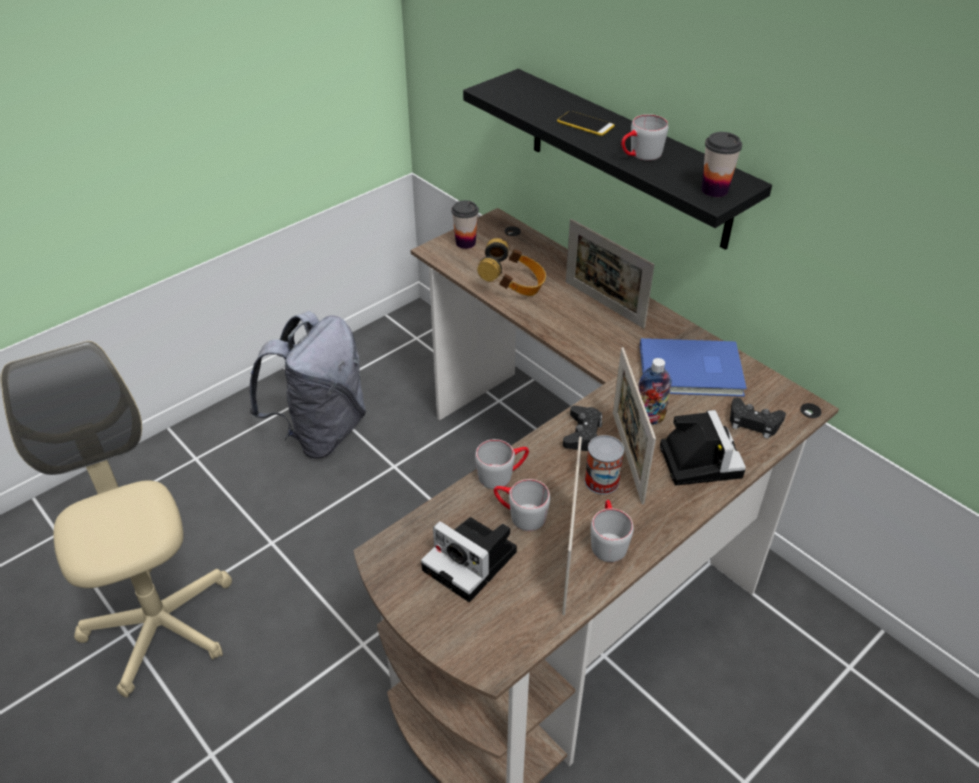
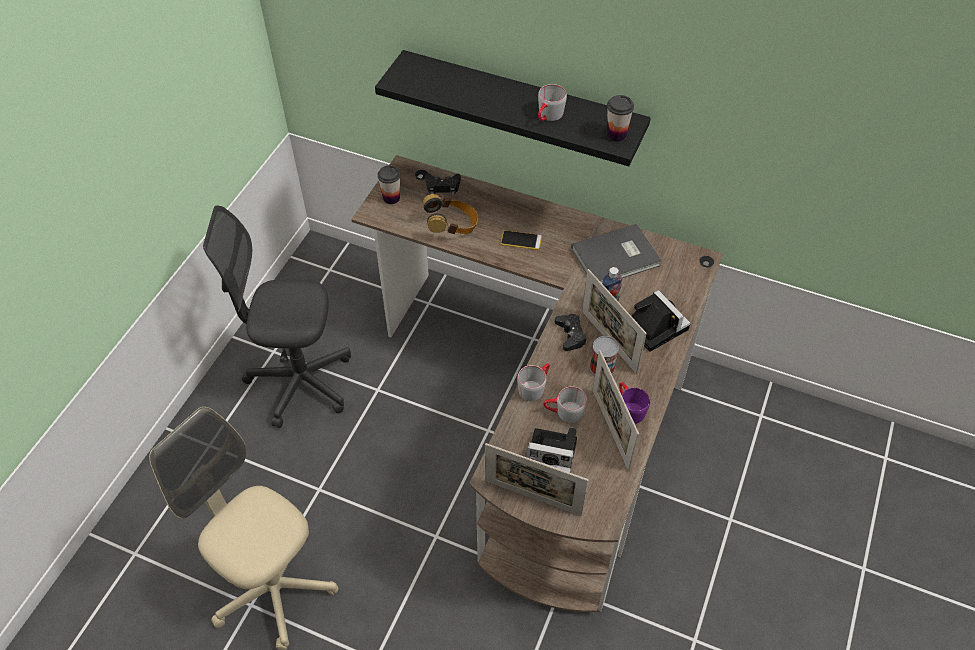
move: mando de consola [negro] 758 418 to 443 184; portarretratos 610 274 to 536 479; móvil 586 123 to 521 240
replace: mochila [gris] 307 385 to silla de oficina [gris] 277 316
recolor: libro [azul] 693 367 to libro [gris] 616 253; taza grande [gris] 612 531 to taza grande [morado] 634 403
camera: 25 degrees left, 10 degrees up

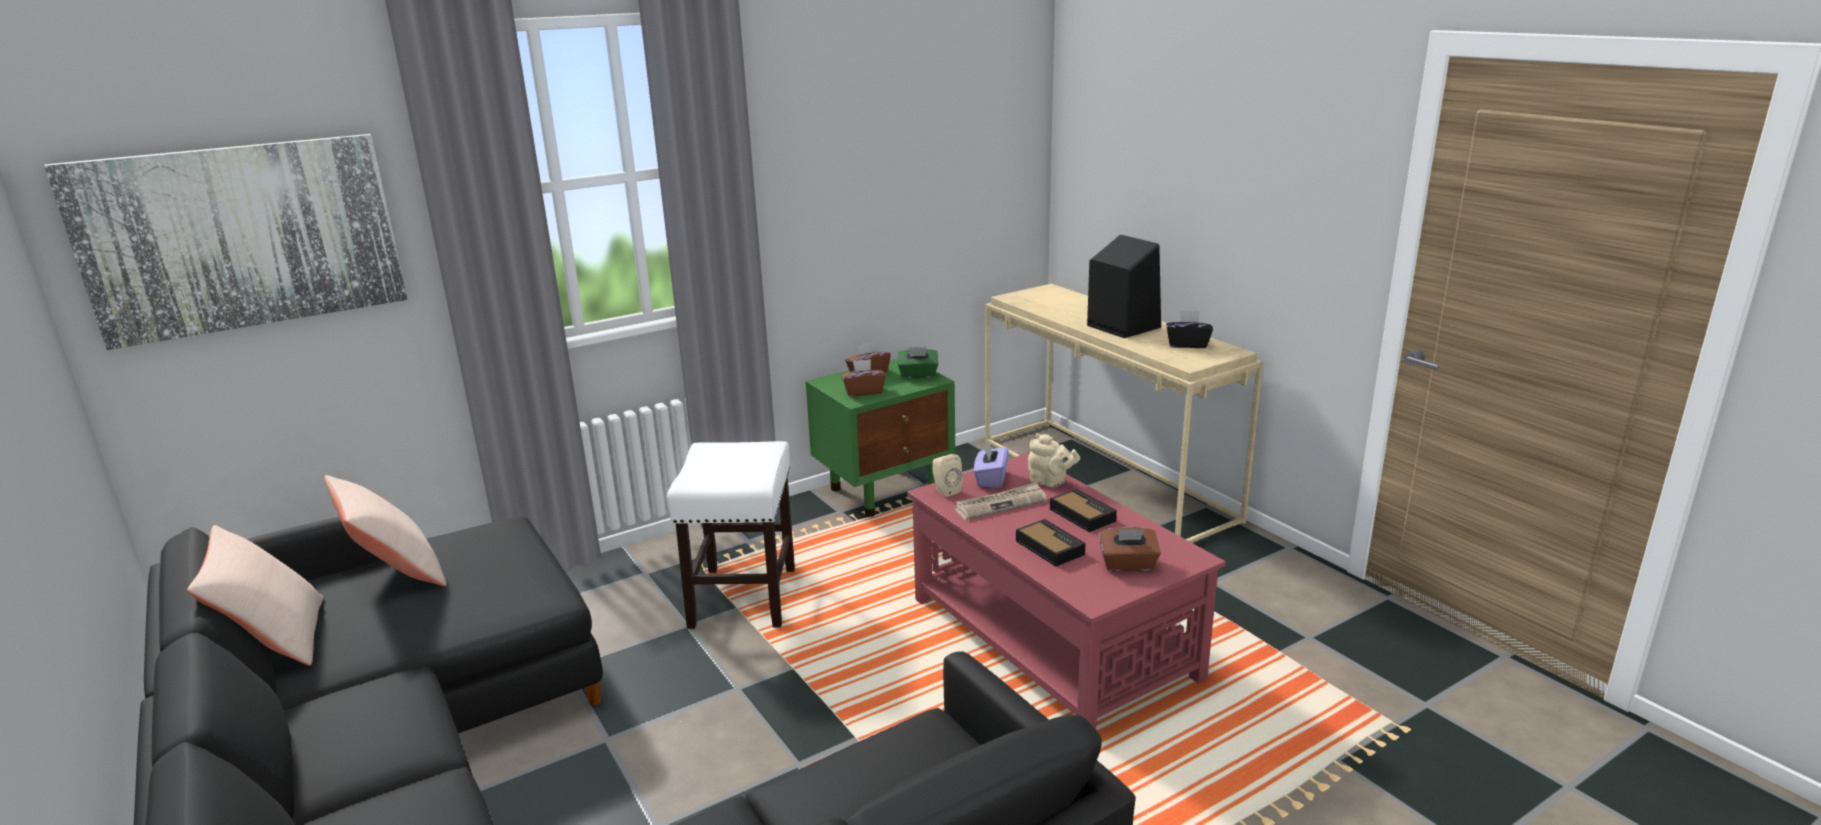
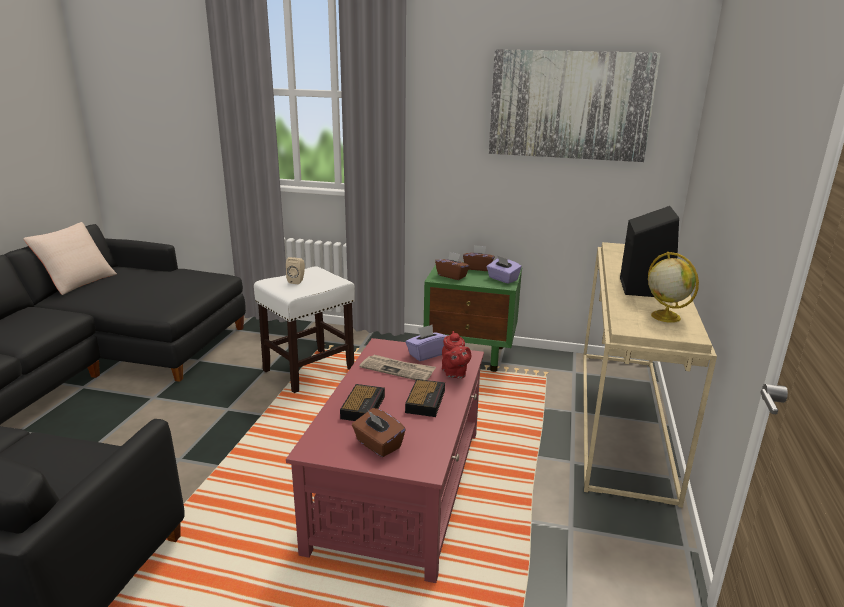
delete: cojín [beis] 385 530
move: altavoz [beis] 947 475 to 295 270; cuadro 226 242 to 575 105
replace: caja de pañuelos [negro] 1189 329 to globo terráqueo 673 287
recolor: tetera [beis] 1054 460 to tetera [rojo] 456 354; caja de pañuelos [verde] 917 363 to caja de pañuelos [morado] 504 270
camera: 45 degrees right, 0 degrees up

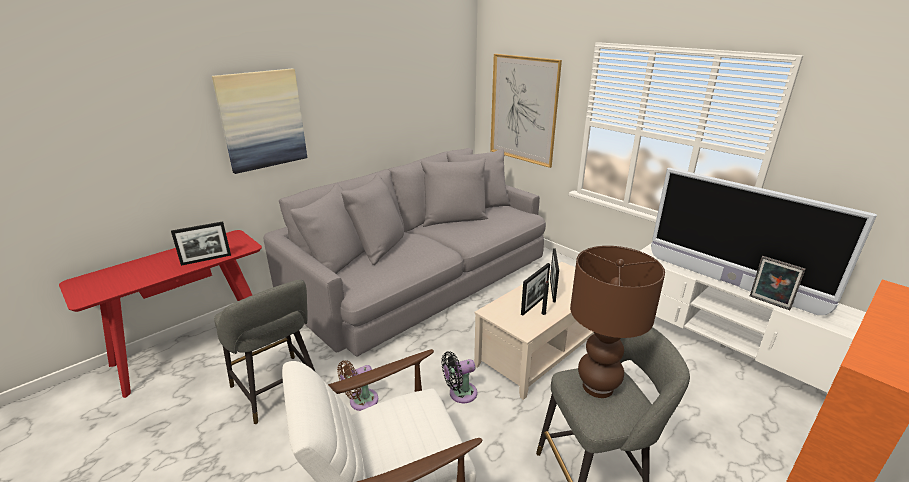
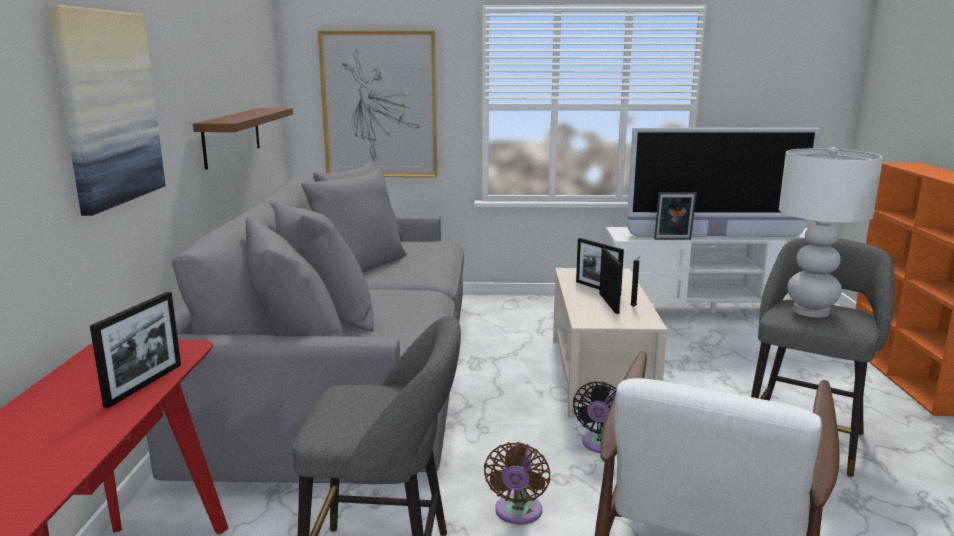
insert: estante [marrón] 243 139
move: portarretratos 777 283 to 675 216
recolor: lámpara de mesa [marrón] 617 322 to lámpara de mesa [blanco] 831 232
camera: 45 degrees left, 10 degrees down

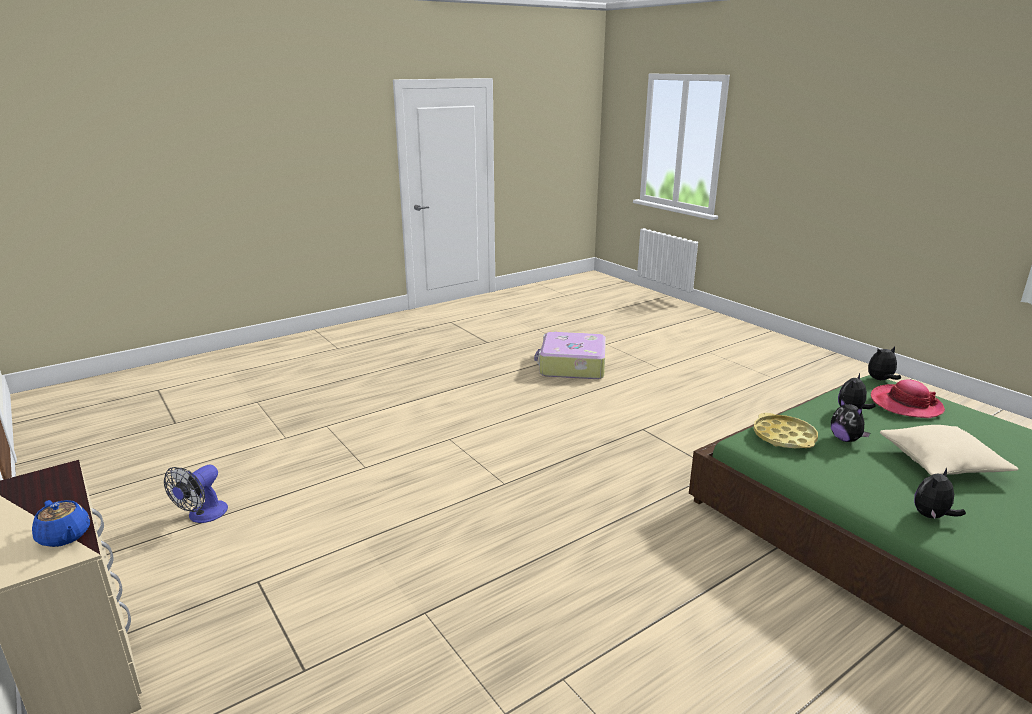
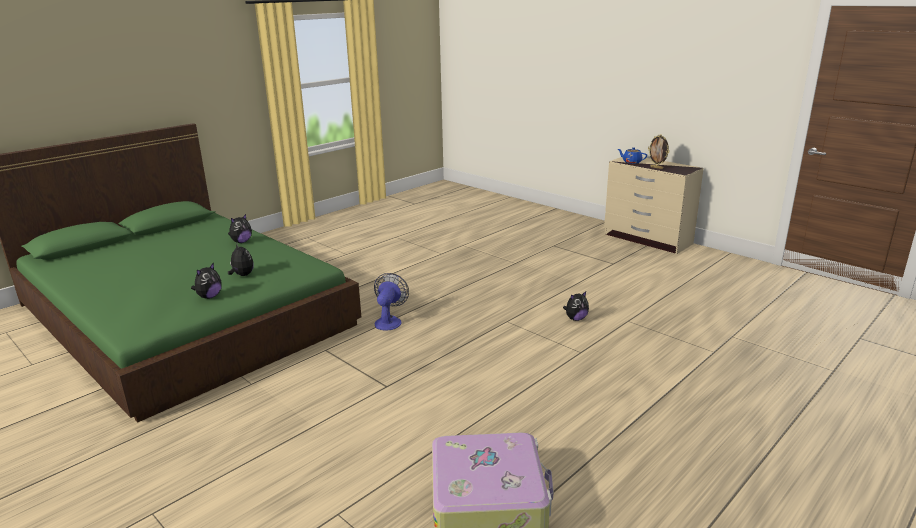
delete: bandeja [amarillo] 785 430; sombrero 908 399; cojín [beis] 949 450
insert: portarretratos 659 151
move: ventilador 196 494 to 391 302; peluche 884 363 to 576 306
camera: 170 degrees right, 0 degrees up

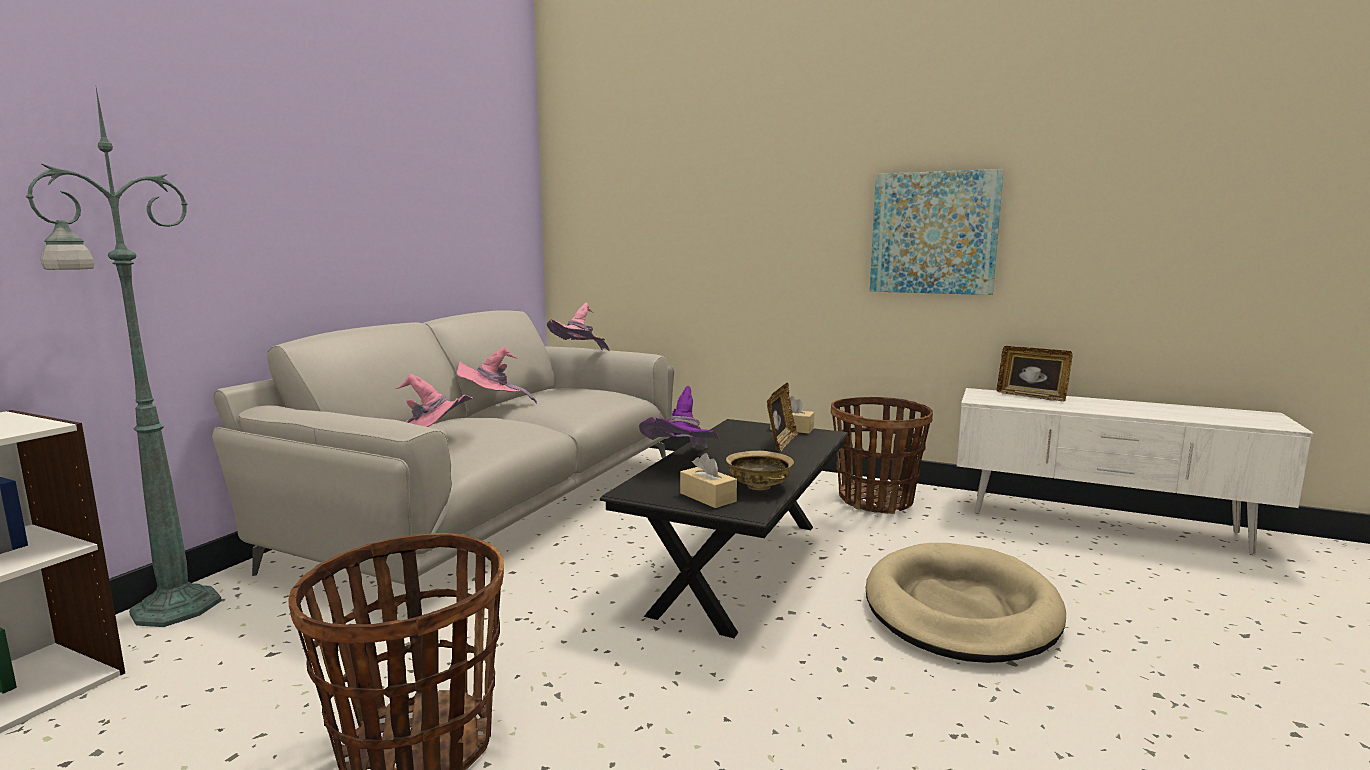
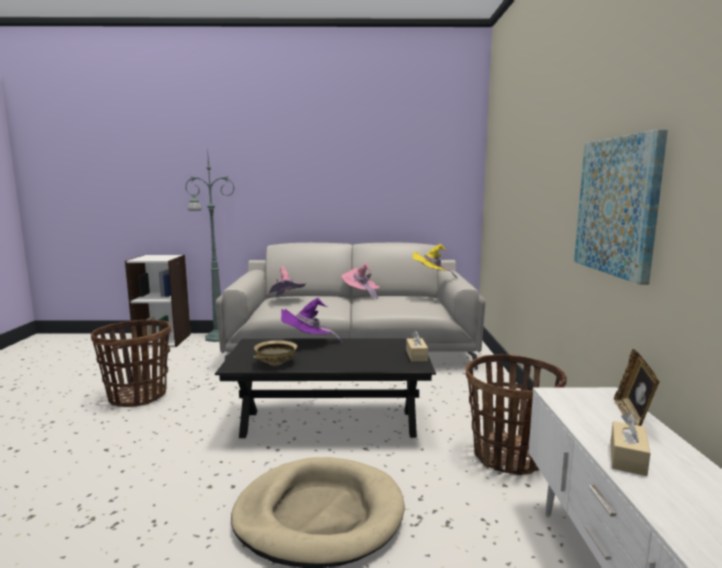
delete: portarretratos 782 417
move: caja de pañuelos [beis] 708 480 to 630 444
recolor: sombrero [rosa] 578 327 to sombrero [amarillo] 435 261
camera: 65 degrees right, 0 degrees up

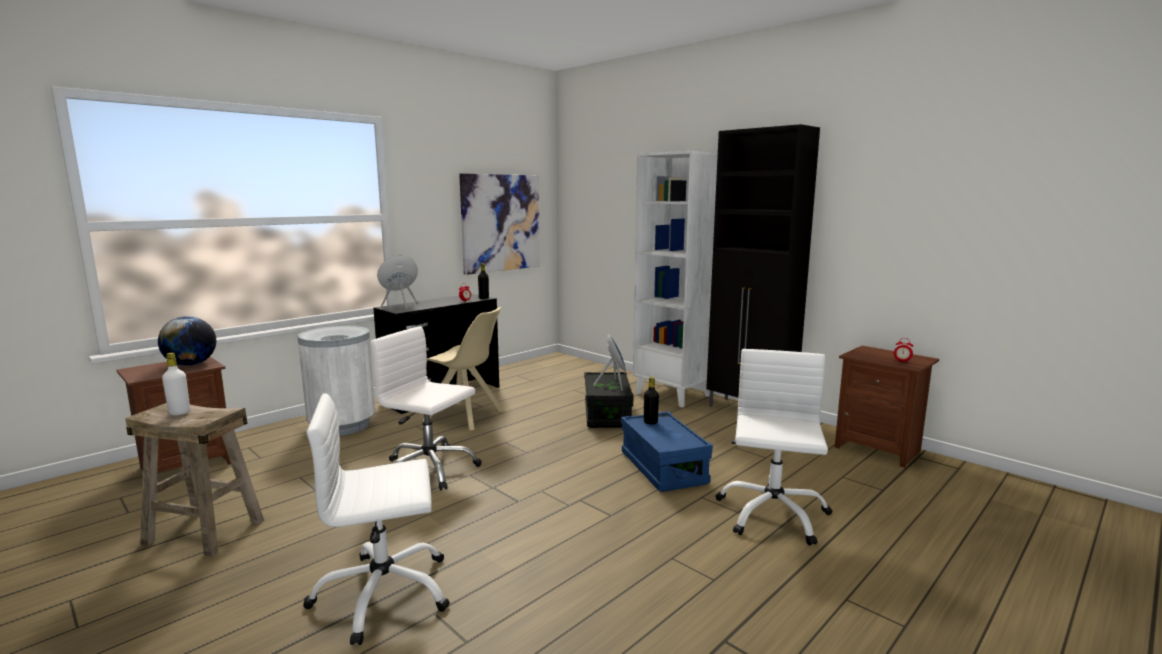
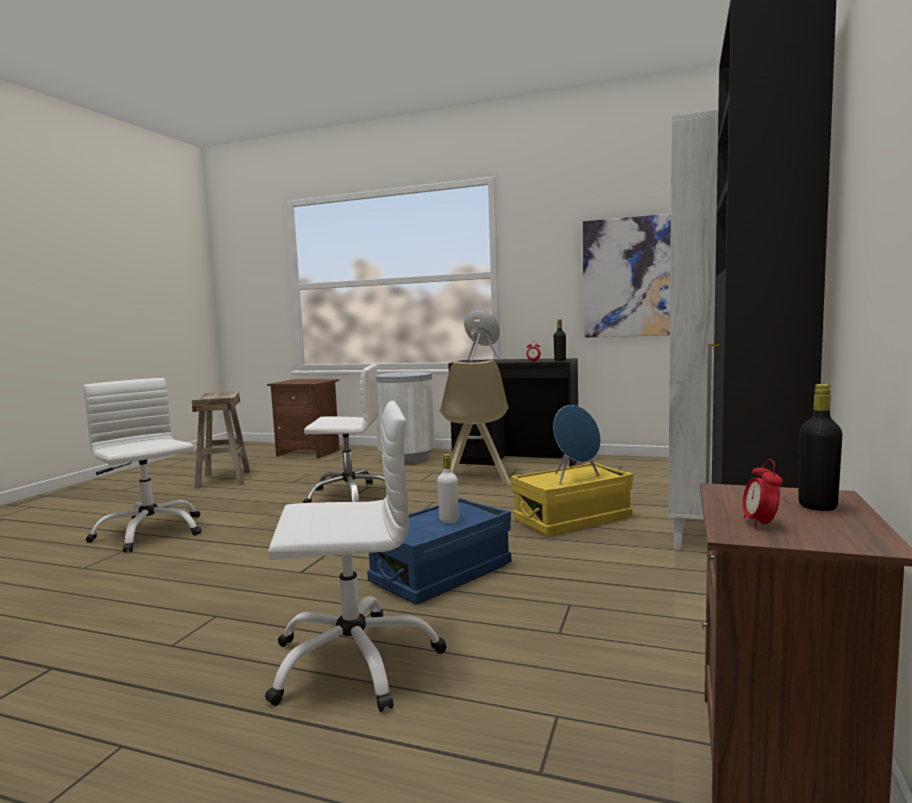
delete: globo terráqueo 187 341
move: botella [blanco] 176 384 to 448 488; botella [negro] 651 400 to 820 447
recolor: caja de almacenaje [negro] 609 400 to caja de almacenaje [amarillo] 572 499
rotate: silla de oficina [blanco] 426 408 = 344 433 90 degrees clockwise
camera: 65 degrees right, 5 degrees down

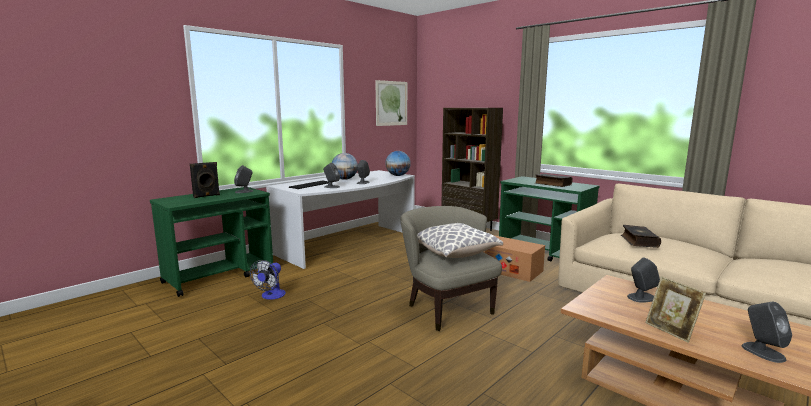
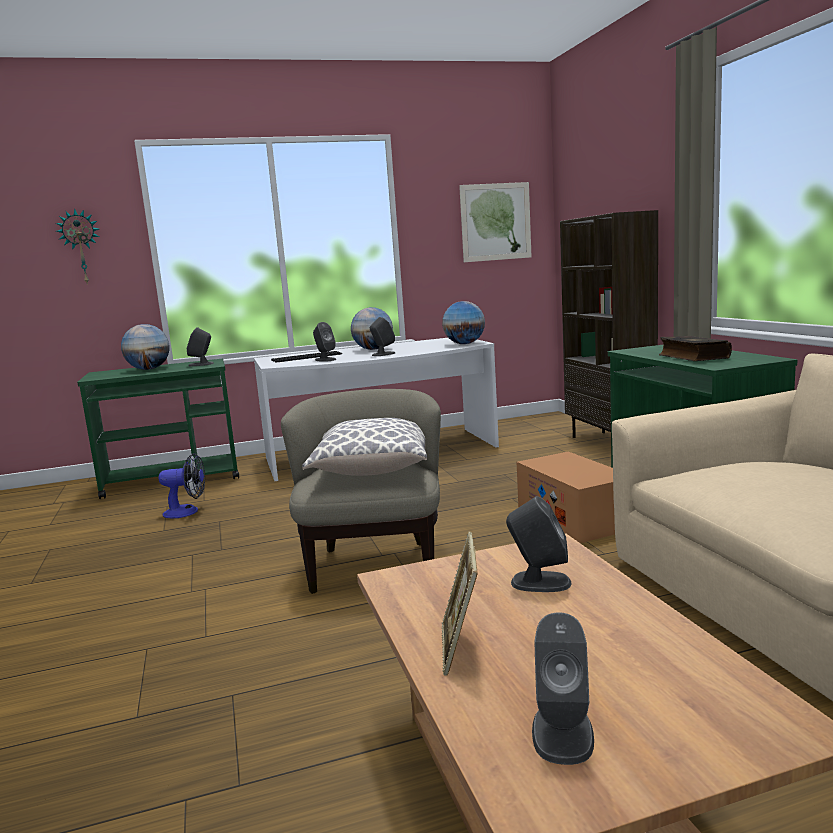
delete: libro 641 236
insert: reloj de pared 77 246
replace: altavoz [negro] 205 180 to globo terráqueo 145 347
rotate: ventilador 268 280 = 181 485 135 degrees counterclockwise
camera: 30 degrees right, 0 degrees up

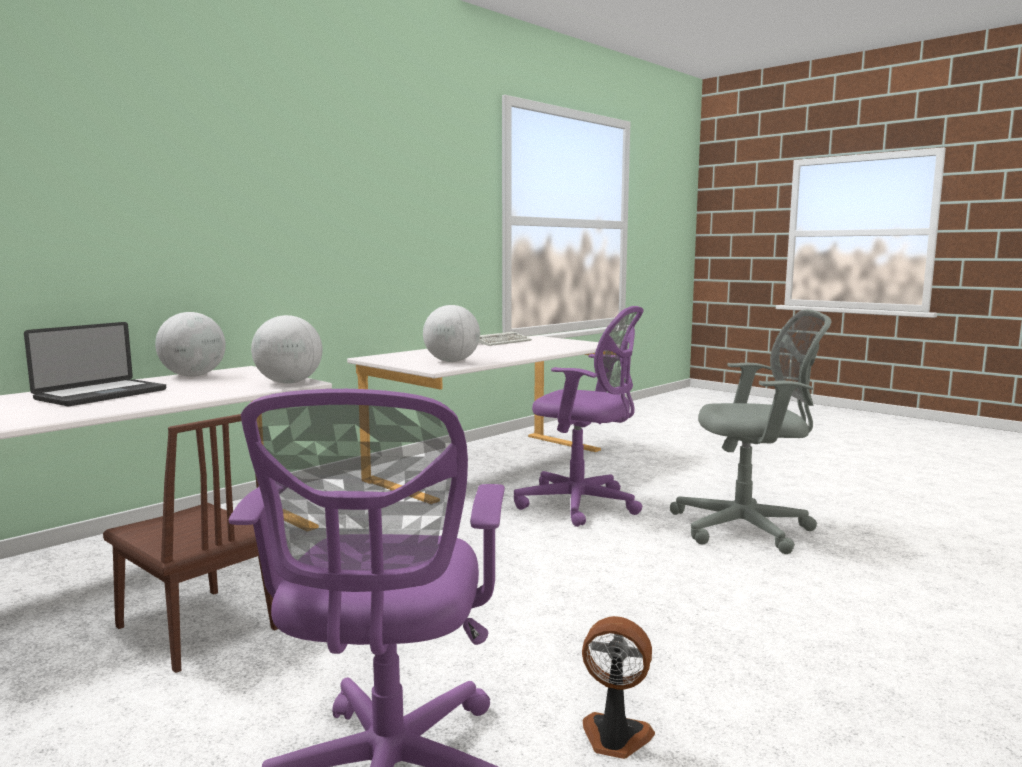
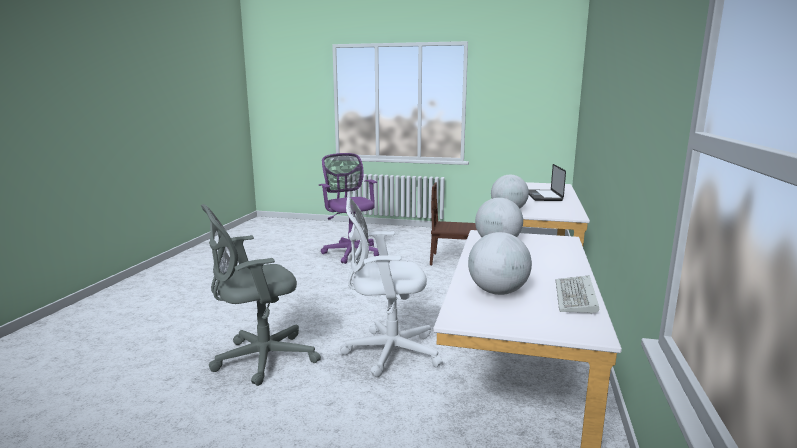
delete: ventilador 618 687
move: globo terráqueo 190 344 to 500 263
recolor: silla de oficina [morado] 579 416 to silla de oficina [blanco] 391 287
camera: 150 degrees right, 5 degrees up

